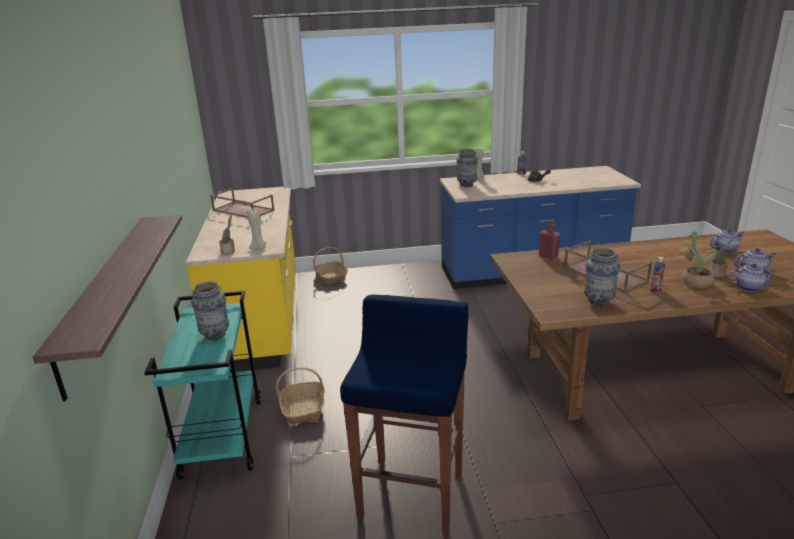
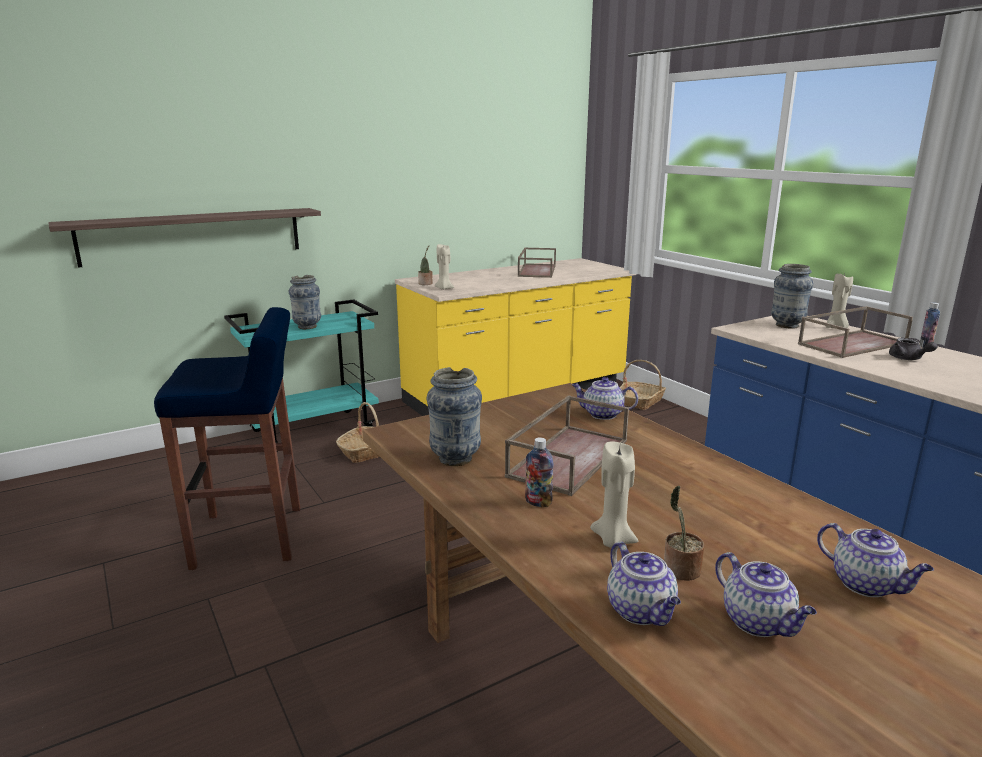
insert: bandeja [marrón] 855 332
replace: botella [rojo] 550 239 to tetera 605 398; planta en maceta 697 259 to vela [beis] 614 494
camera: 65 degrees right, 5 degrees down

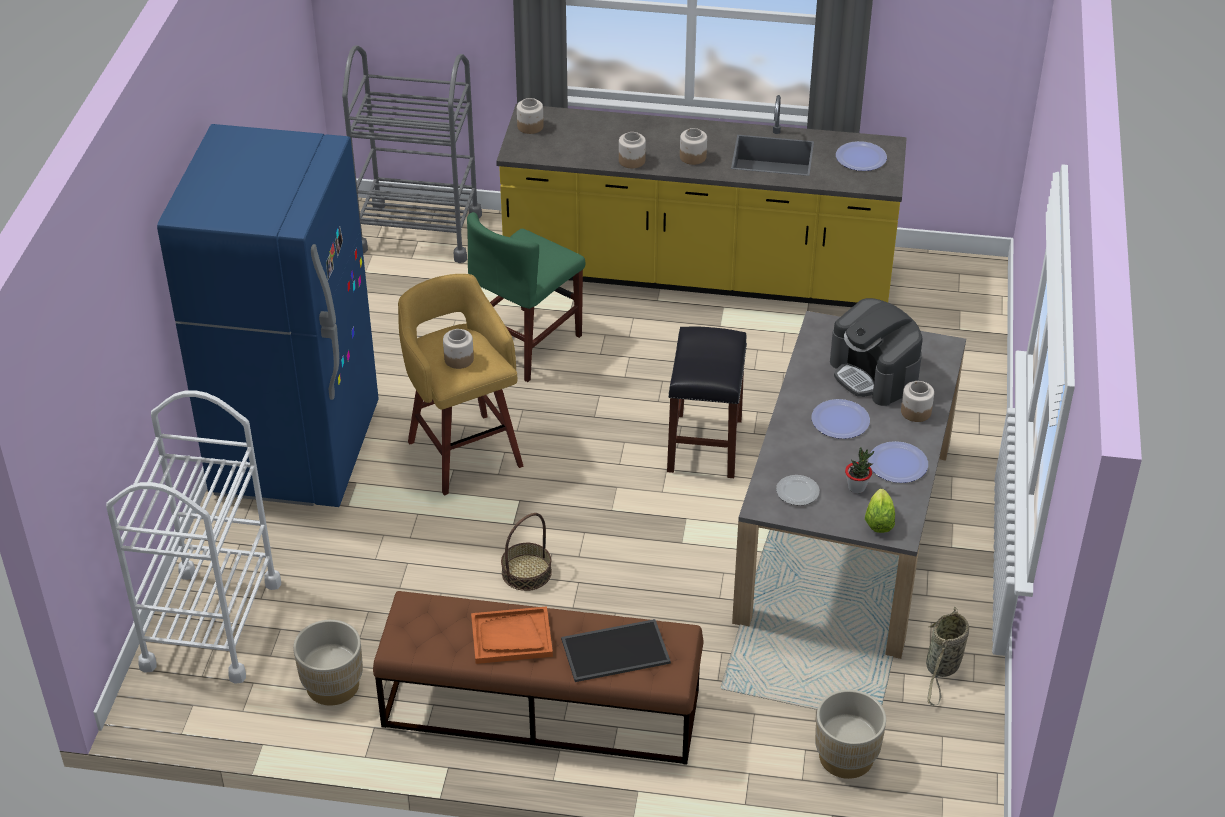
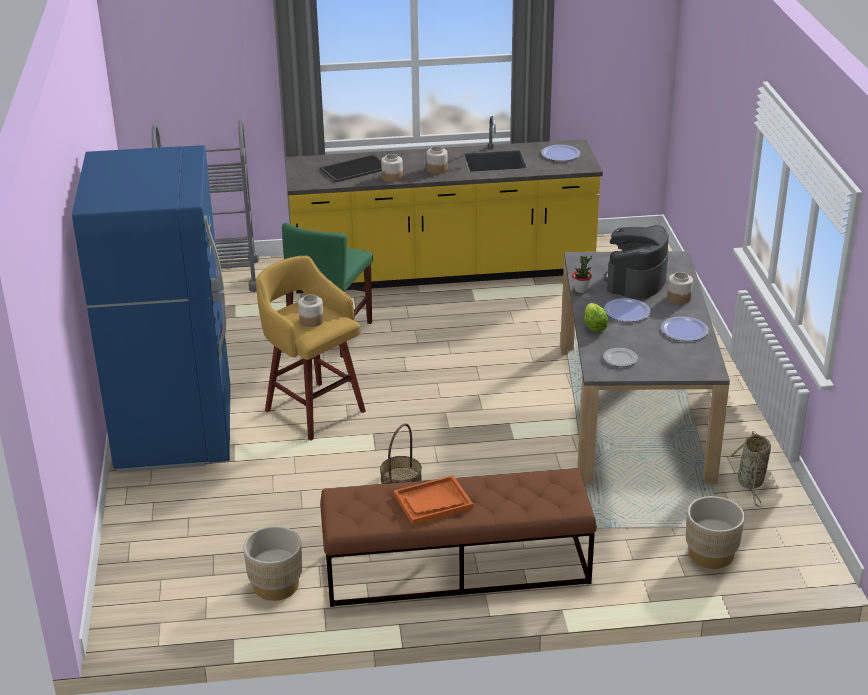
delete: carrito [blanco] 193 537; tarro 530 116; taburete [negro] 707 402
move: bandeja 616 650 to 351 168; planta en maceta 859 470 to 582 274; lechuga 880 511 to 596 317
rotate: cafetera 876 352 = 636 262 75 degrees clockwise
camera: 15 degrees left, 10 degrees down

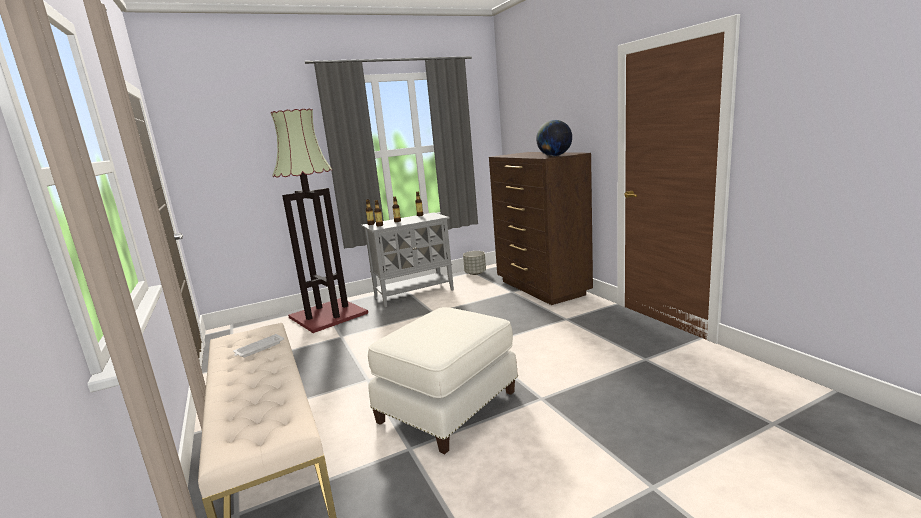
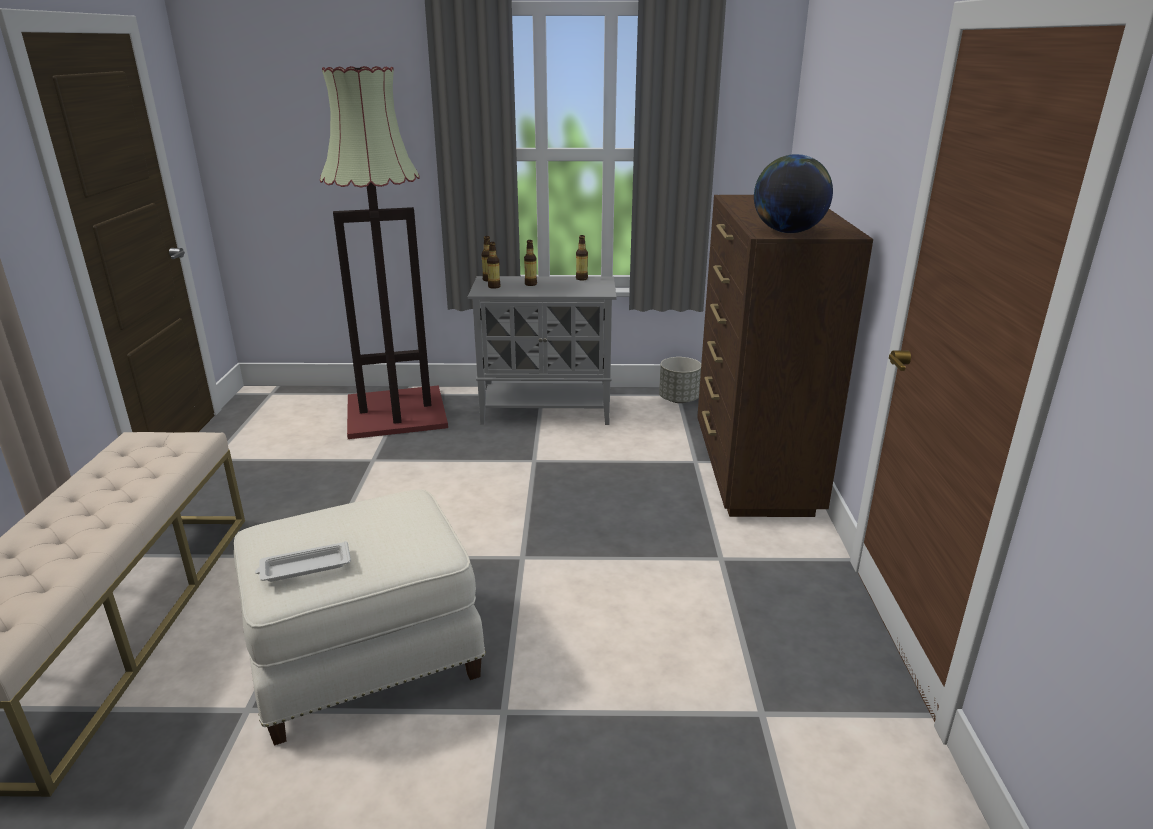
move: bandeja [blanco] 258 346 to 303 561
camera: 25 degrees right, 10 degrees up

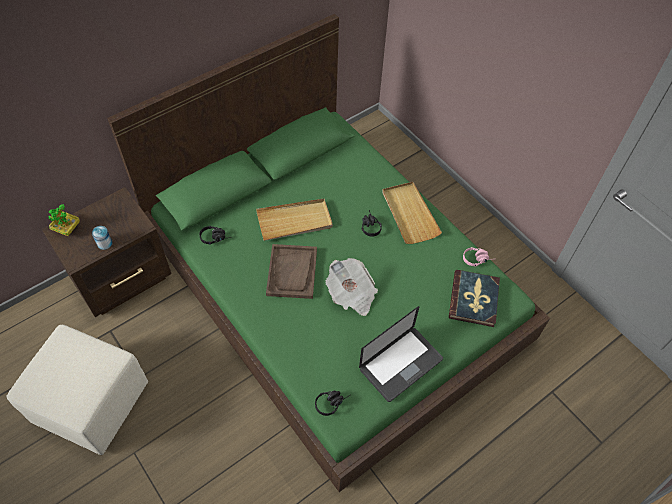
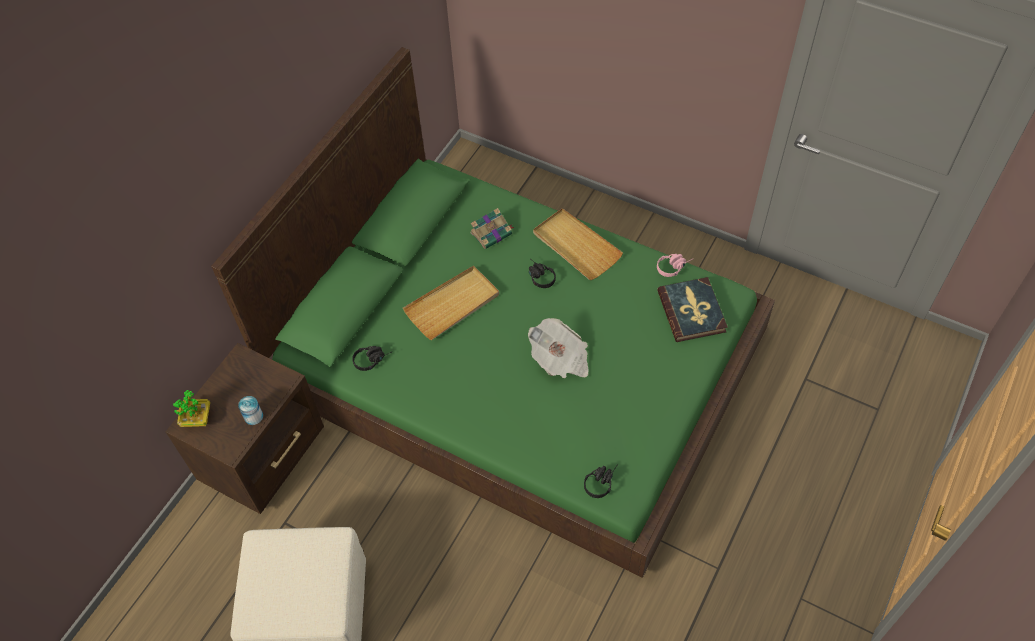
delete: bandeja [marrón] 291 271; portátil 401 354
insert: libro 492 228
camera: 20 degrees left, 0 degrees up

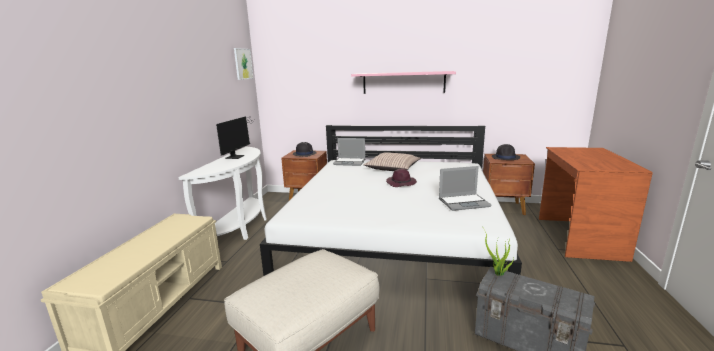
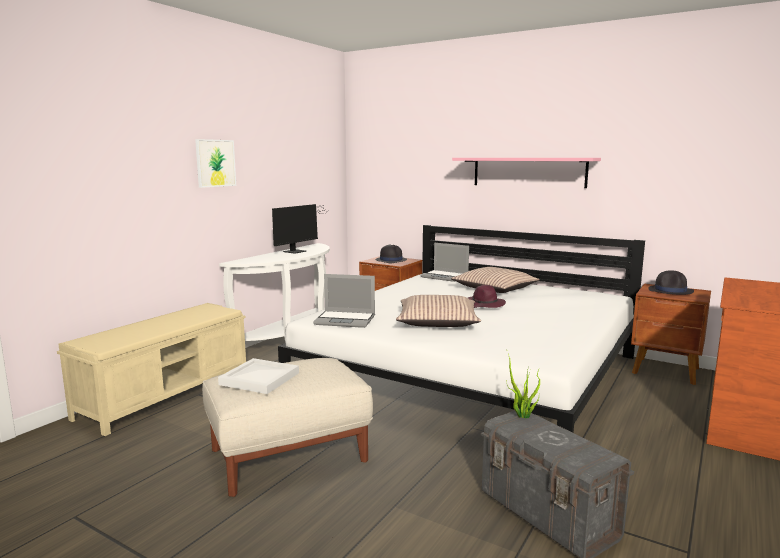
insert: bandeja [blanco] 258 376; cojín 438 311
move: cuadro 244 64 to 215 163; portátil 465 188 to 344 301
camera: 20 degrees right, 5 degrees down

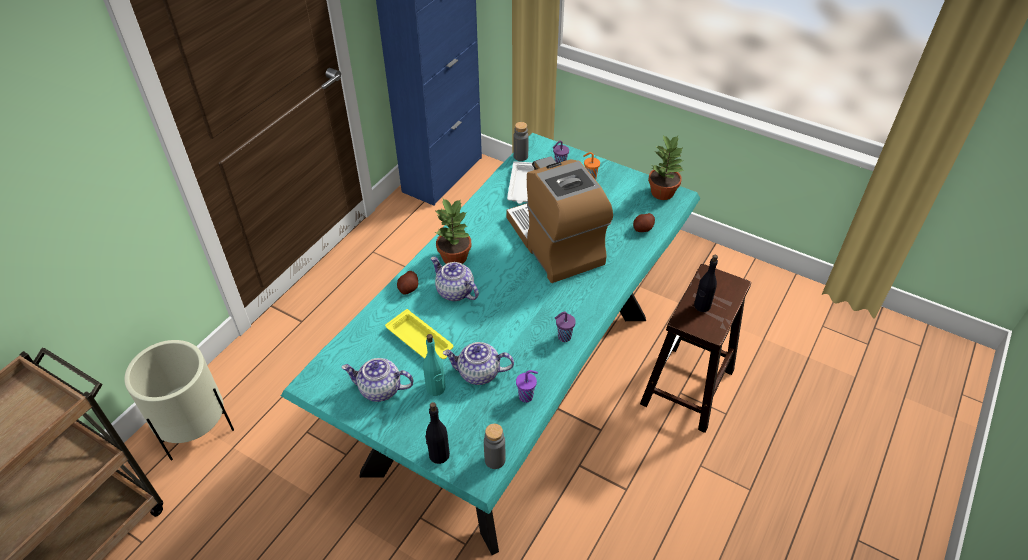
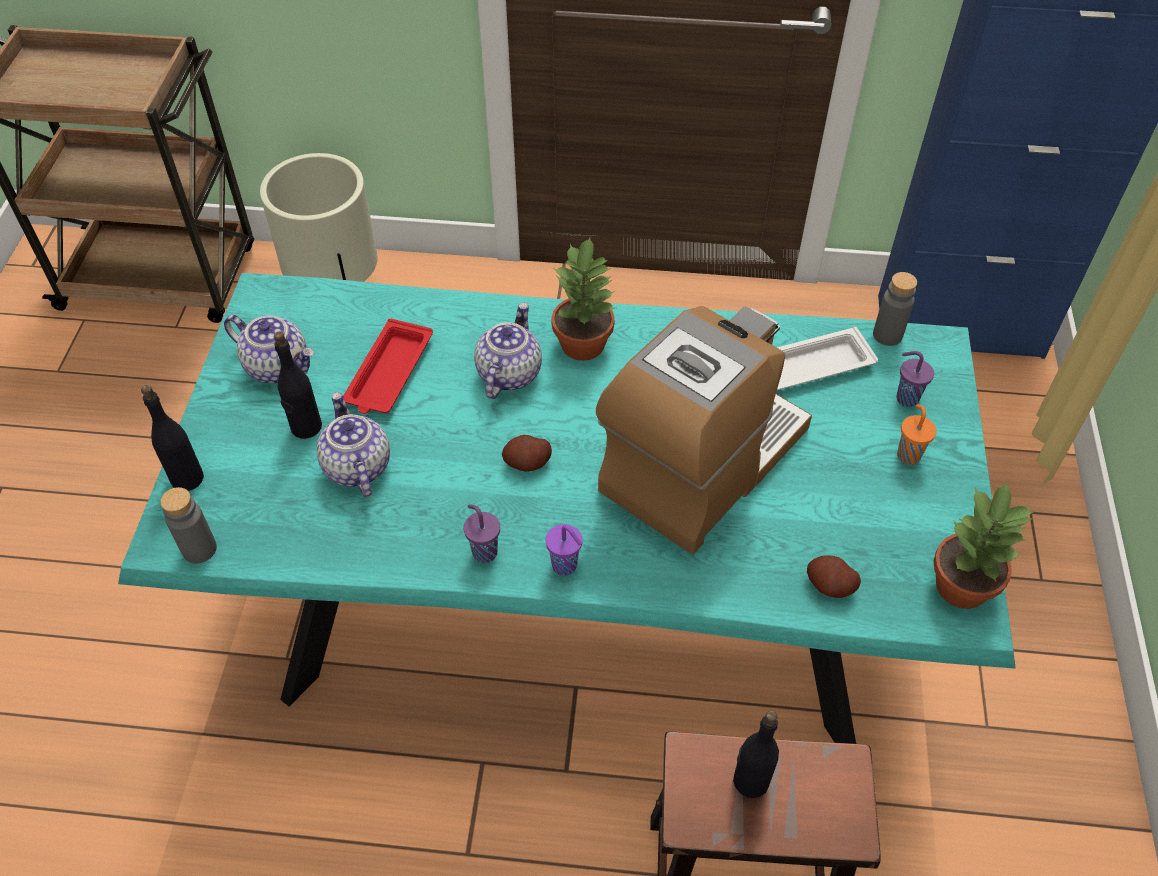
move: patata 407 283 to 527 453; taza [morado] 527 386 to 564 550
recolor: botella [turquesa] 434 365 to botella [negro] 298 385; bandeja [amarillo] 419 334 to bandeja [rojo] 388 366
rotate: tetera 377 380 = 269 349 135 degrees clockwise
camera: 65 degrees right, 5 degrees up

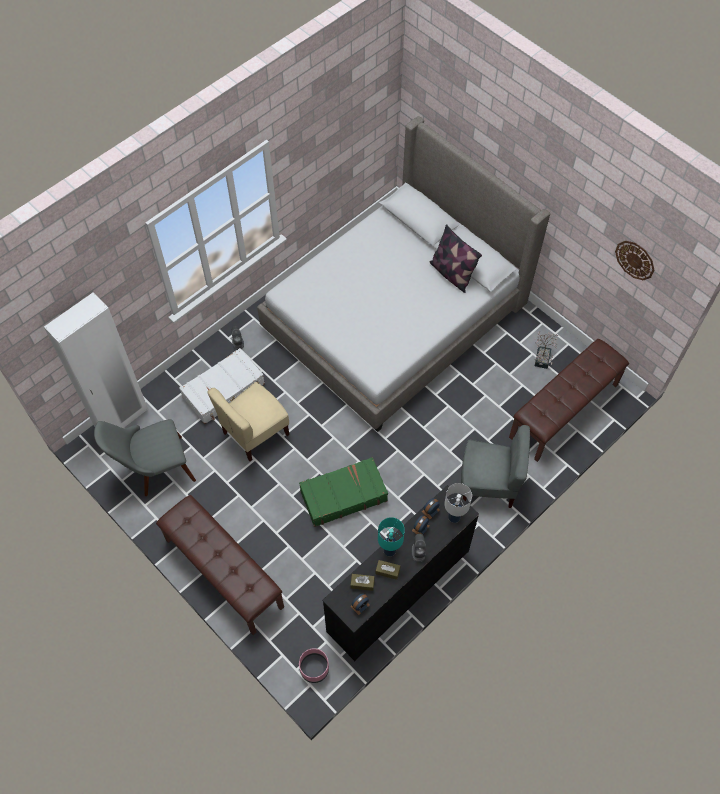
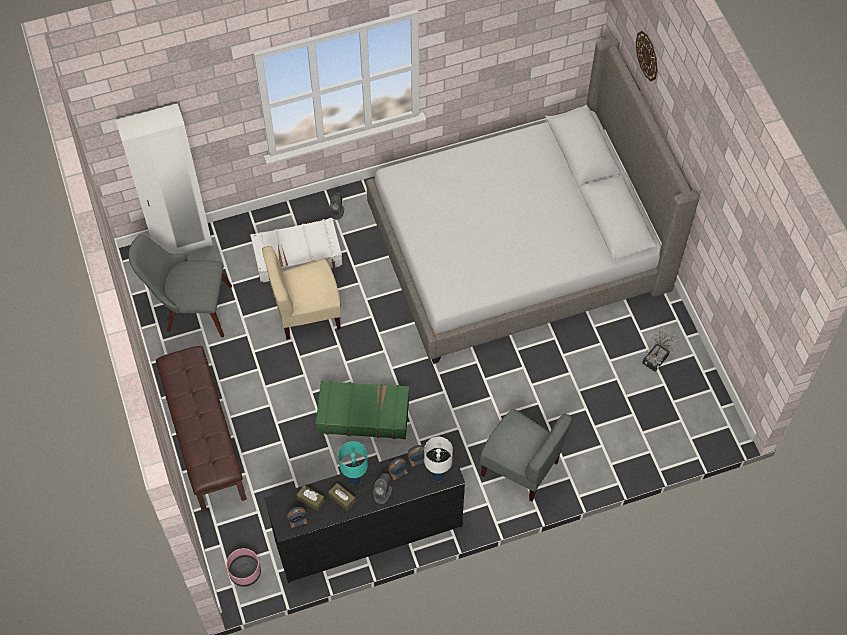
delete: cojín 455 258; banco [marrón] 569 400
move: reloj de pared 634 260 to 647 56
camera: 25 degrees right, 0 degrees up

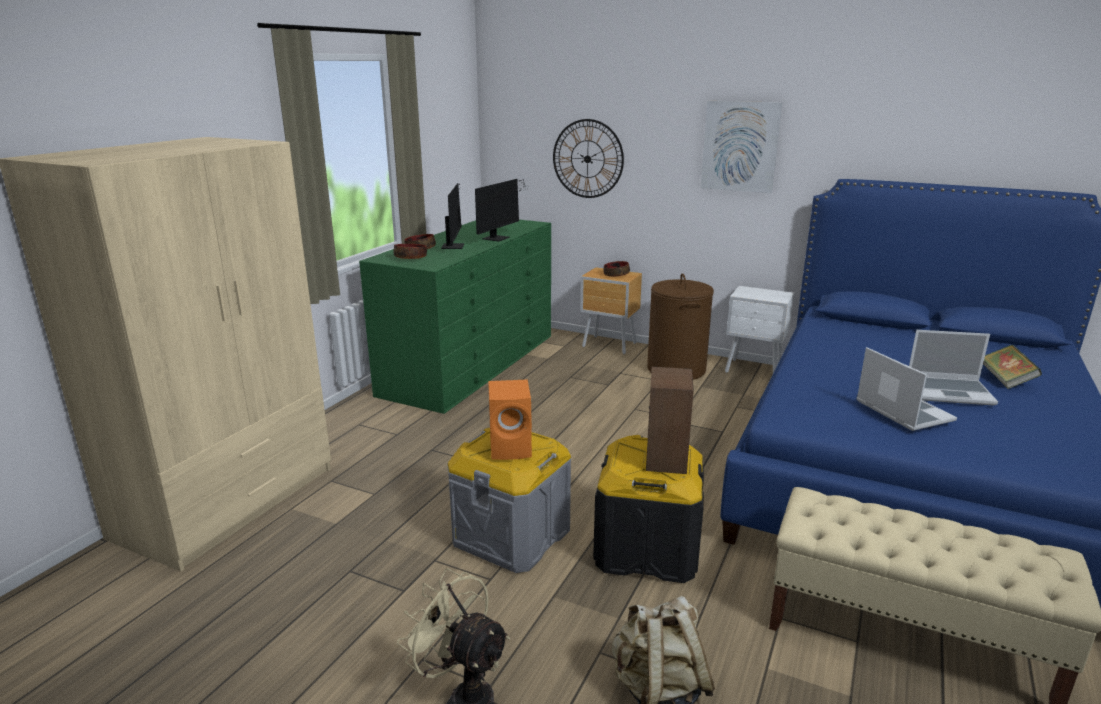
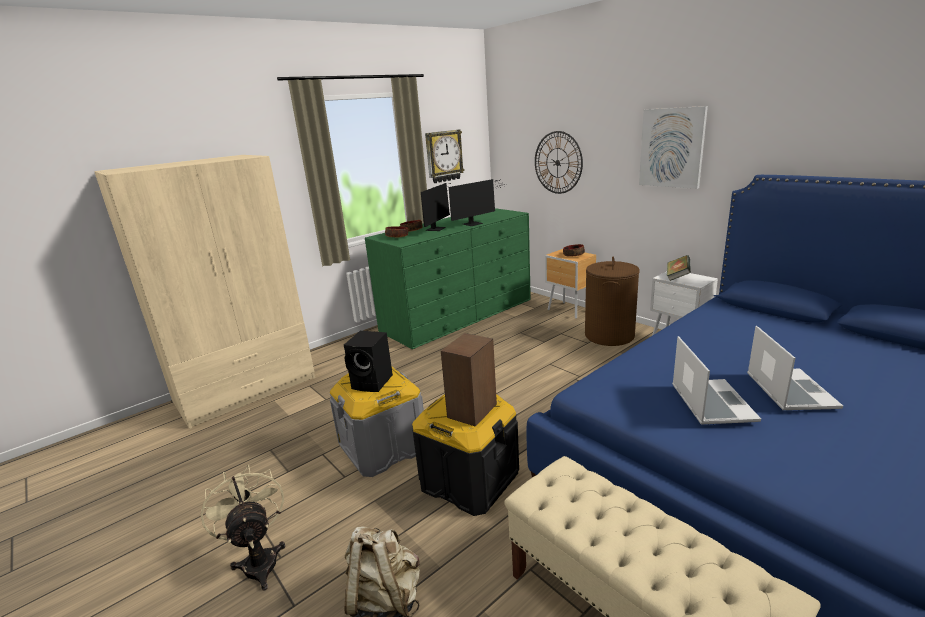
insert: reloj de pared 445 156
move: libro 1012 367 to 679 268
recolor: altavoz [naranja] 510 419 to altavoz [negro] 368 361
rotate: portátil 953 368 = 795 368 120 degrees counterclockwise
camera: 25 degrees right, 0 degrees up

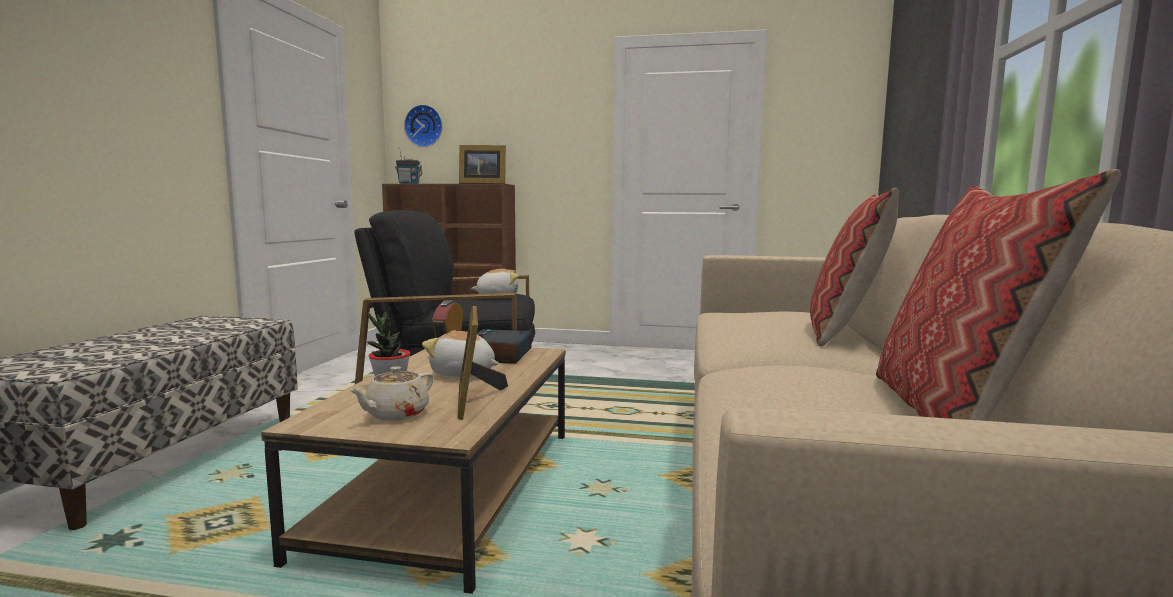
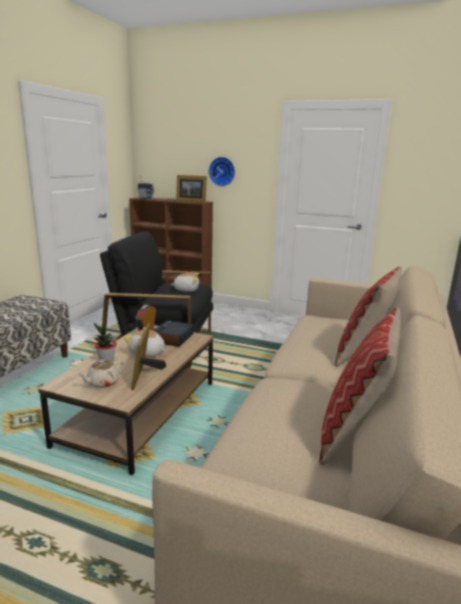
move: reloj de pared 423 126 to 222 172
camera: 10 degrees right, 10 degrees up

